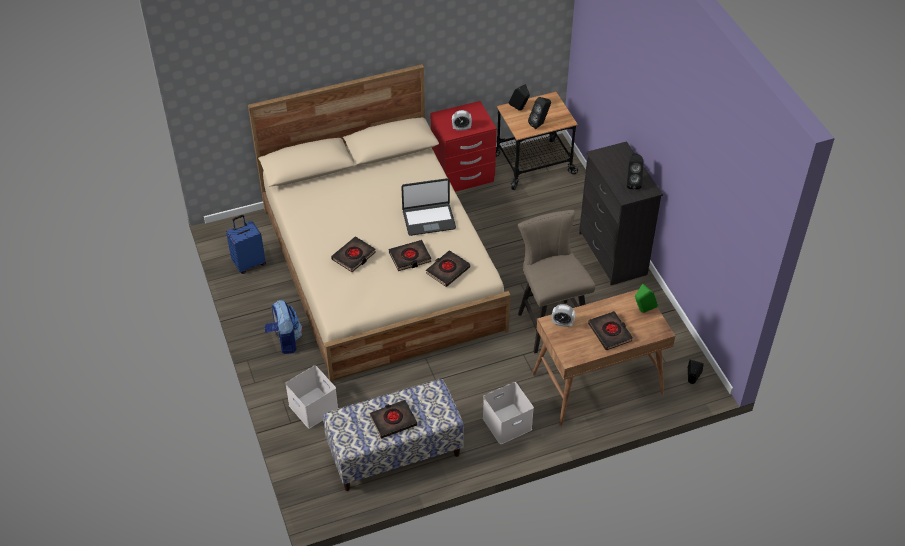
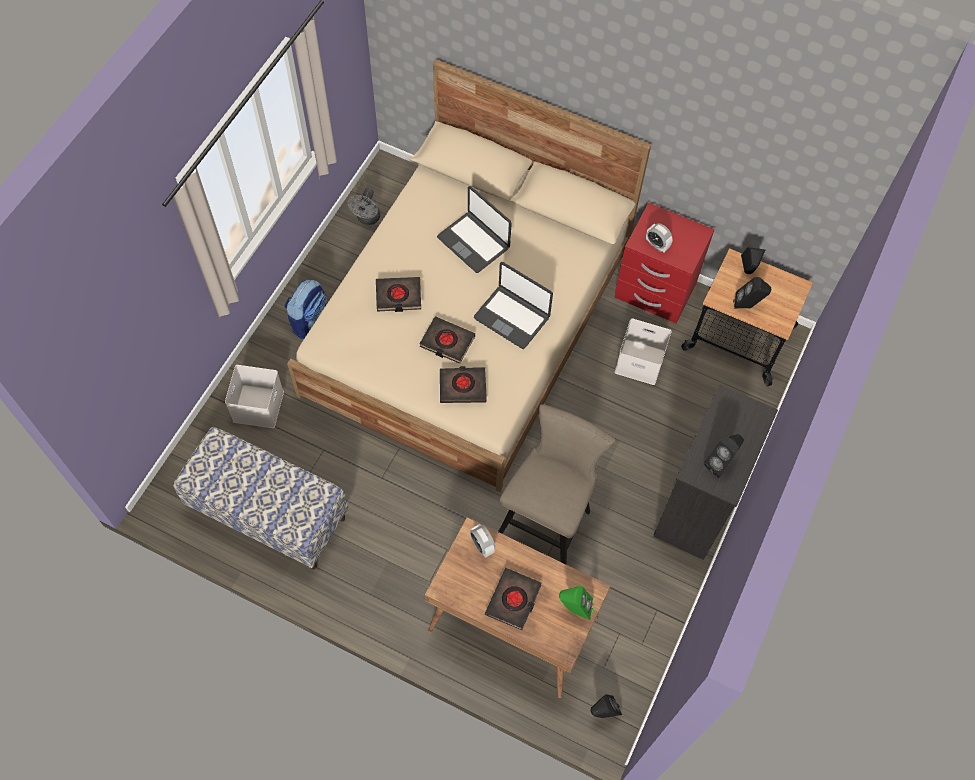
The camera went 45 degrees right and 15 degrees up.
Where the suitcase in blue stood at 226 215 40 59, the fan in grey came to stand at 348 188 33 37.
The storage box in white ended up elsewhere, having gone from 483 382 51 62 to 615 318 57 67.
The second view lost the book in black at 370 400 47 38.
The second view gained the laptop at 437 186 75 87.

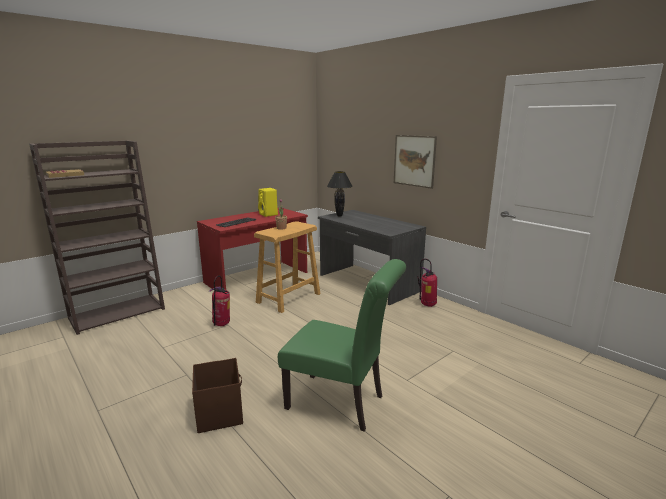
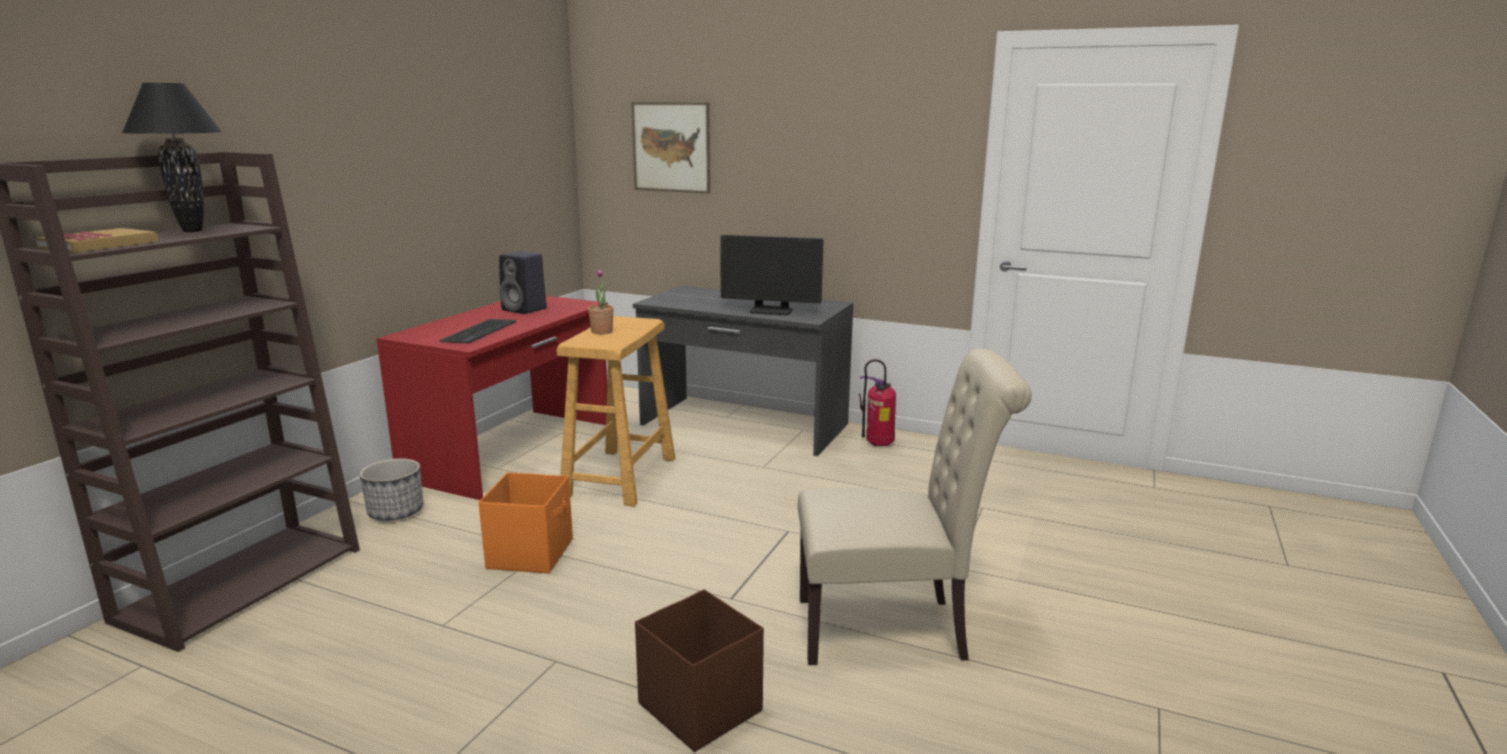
The camera went 25 degrees left and 0 degrees up.
The picture ended up elsewhere, having gone from 394 135 43 54 to 631 102 79 91.
The table lamp in black ended up elsewhere, having gone from 327 171 26 45 to 122 83 100 149.
What was the speaker in yellow at 258 188 20 29 turned into the speaker in black at 499 251 48 63.
What was the chair in green at 278 259 128 173 turned into the chair in beige at 798 348 234 317.
Where the fire extinguisher stood at 209 276 21 50, the storage box in orange came to stand at 479 472 94 101.
The second view gained the monitor at 720 235 104 80.
The second view gained the planter at 360 459 63 62.

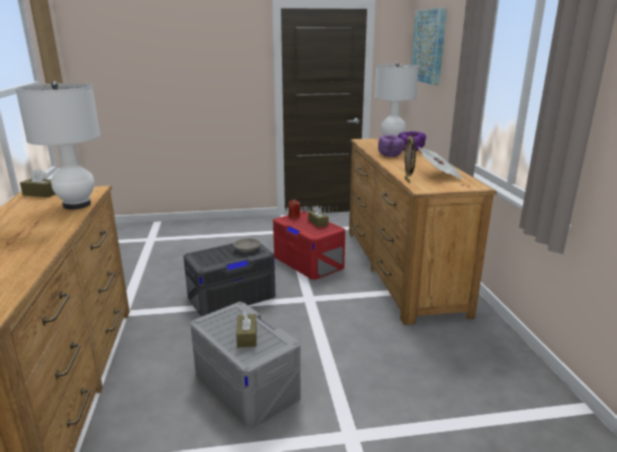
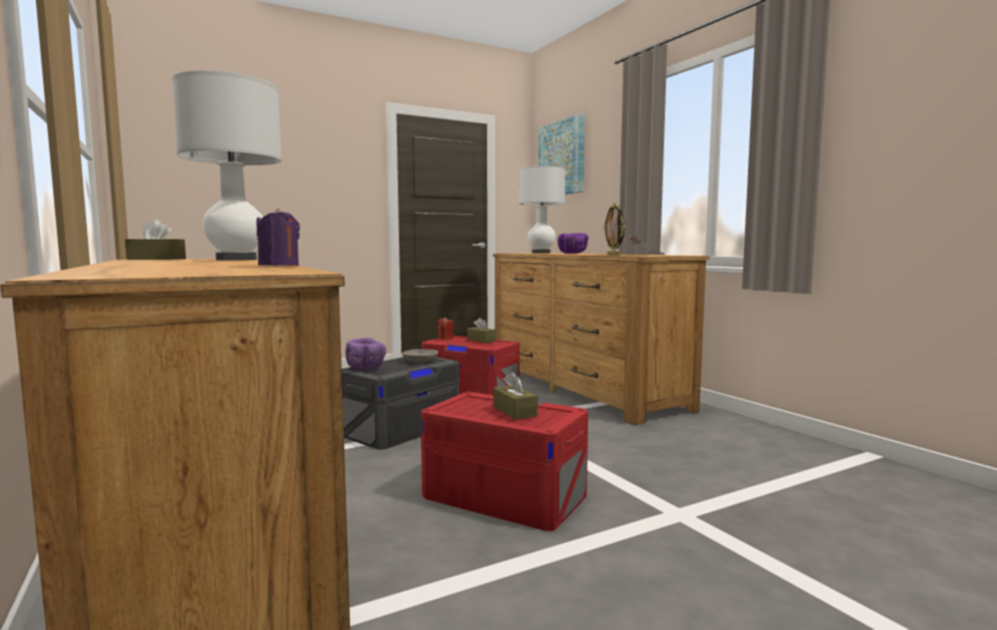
The camera went 20 degrees left and 15 degrees down.
The bowl in purple ended up elsewhere, having gone from 378 135 27 22 to 345 338 41 32.
What was the storage box in grey at 190 302 111 127 turned into the storage box in red at 421 392 167 139.
The second view gained the candle in purple at 256 208 44 58.

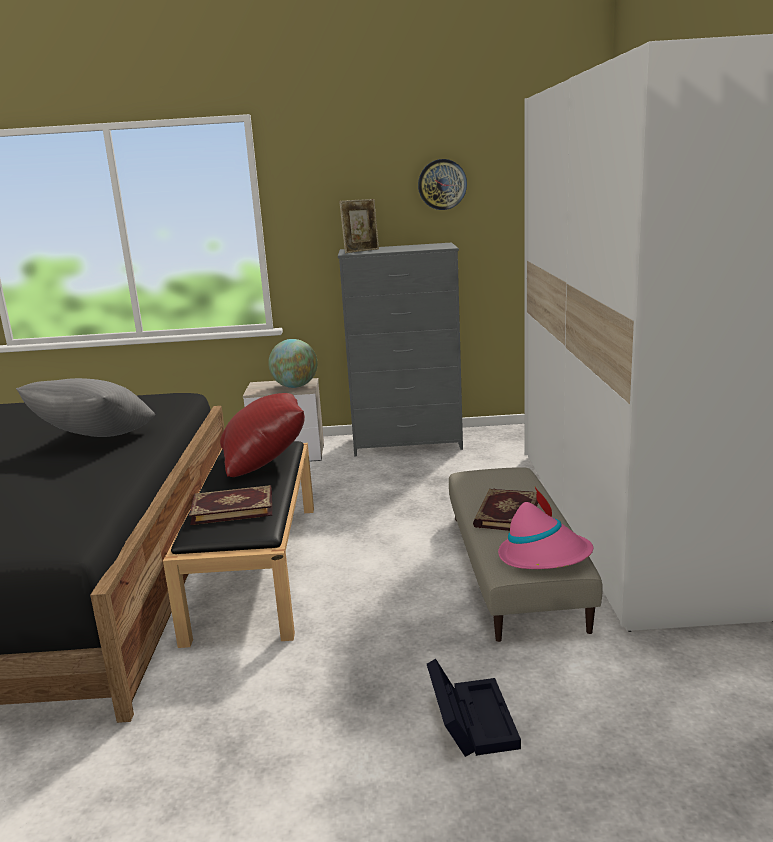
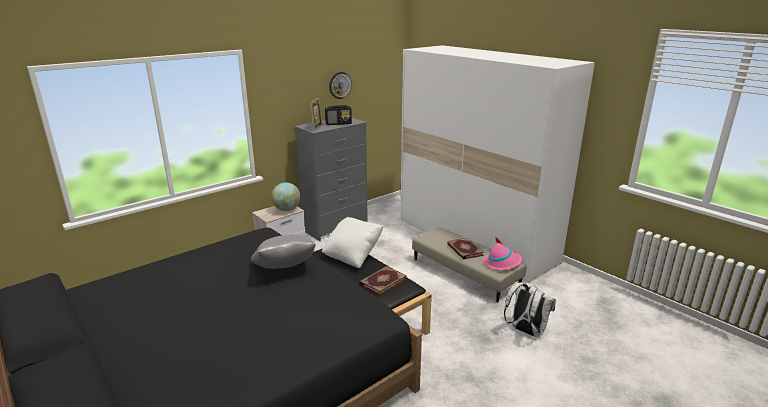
The camera went 40 degrees left and 5 degrees up.
What was the pillow in red at 220 393 85 84 turned into the pillow in white at 322 217 62 51.
Where the storage box in black stood at 427 659 94 98, the backpack in white came to stand at 504 283 52 54.
The second view gained the radio at 325 105 27 20.

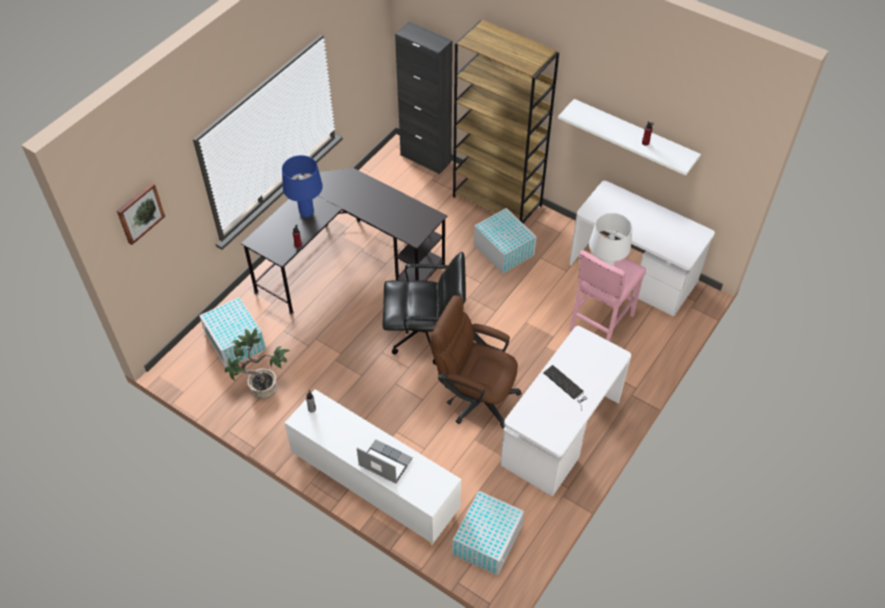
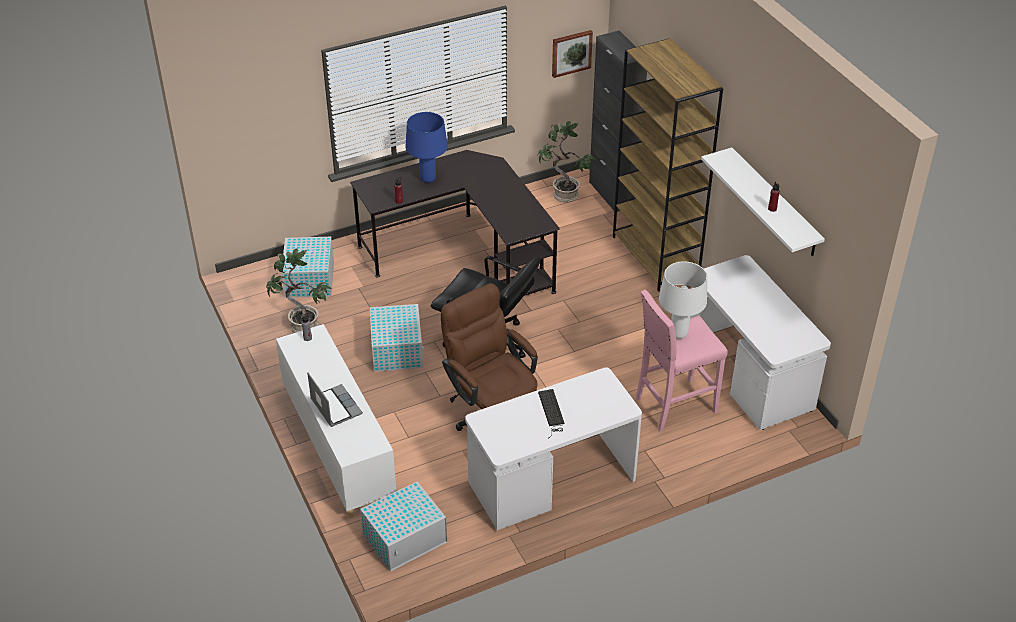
The camera went 30 degrees right and 10 degrees down.
The picture ended up elsewhere, having gone from 117 182 48 63 to 552 30 41 48.
The storage box in white ended up elsewhere, having gone from 473 208 64 65 to 370 304 54 68.
The second view gained the potted plant at 538 121 59 81.

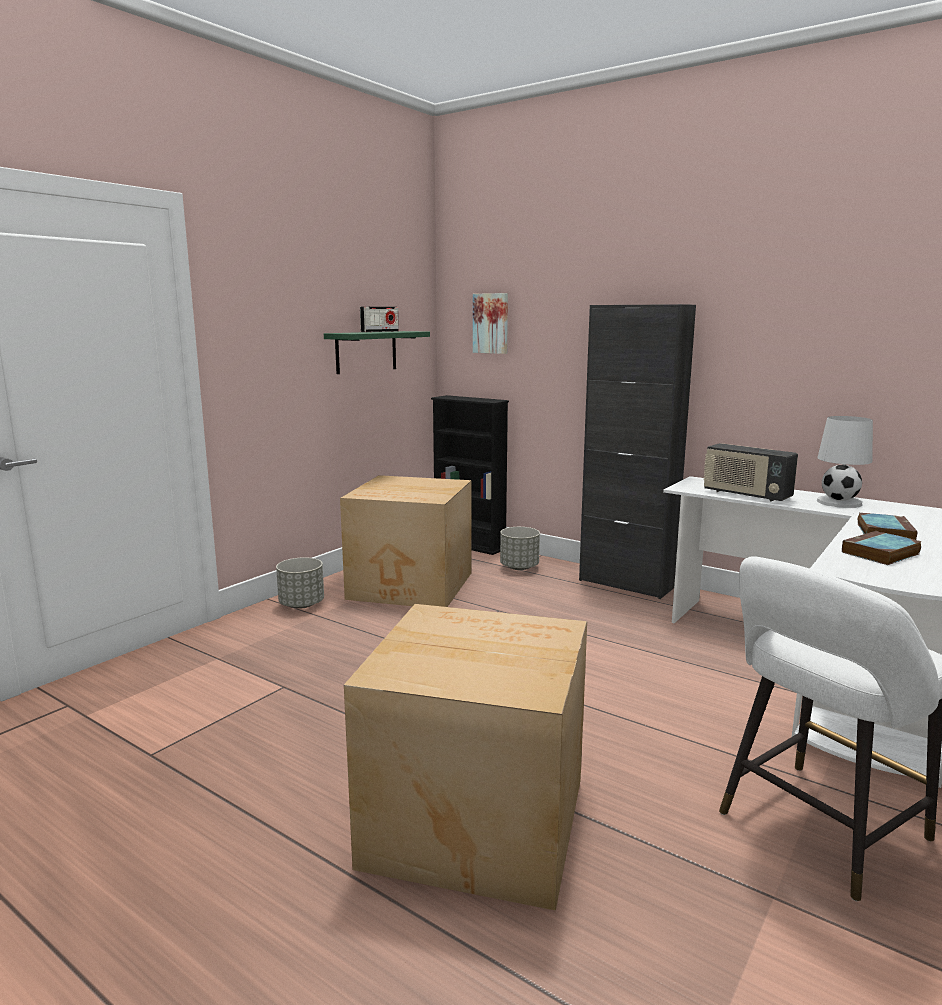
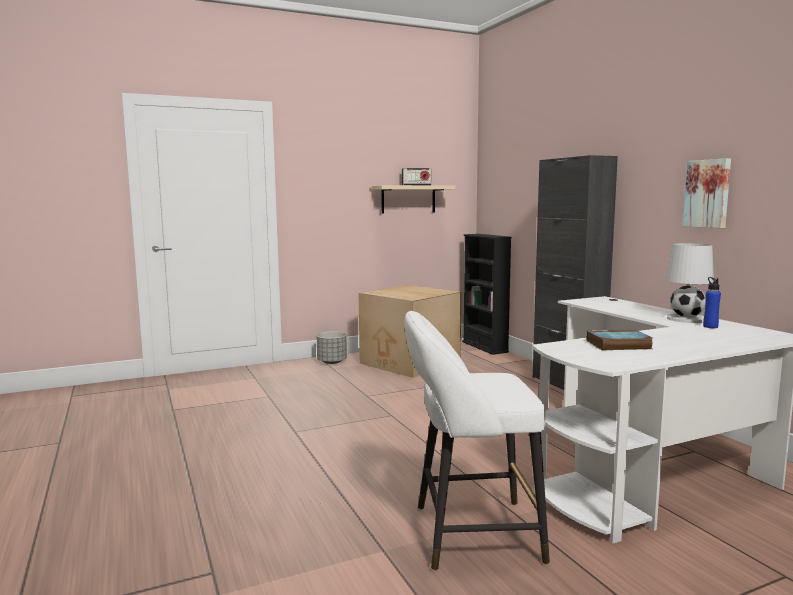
The camera went 30 degrees right and 5 degrees down.
The picture ended up elsewhere, having gone from 473 293 35 61 to 683 158 48 70.
What was the shelf in green at 324 331 106 43 turned into the shelf in beige at 372 185 83 28.
The second view lost the radio at 703 443 95 59.
The second view lost the book at 858 513 59 27.
The second view lost the planter in grey at 500 527 40 43.
The second view lost the cardboard box at 344 604 243 307.
The second view gained the bottle in blue at 703 277 18 51.

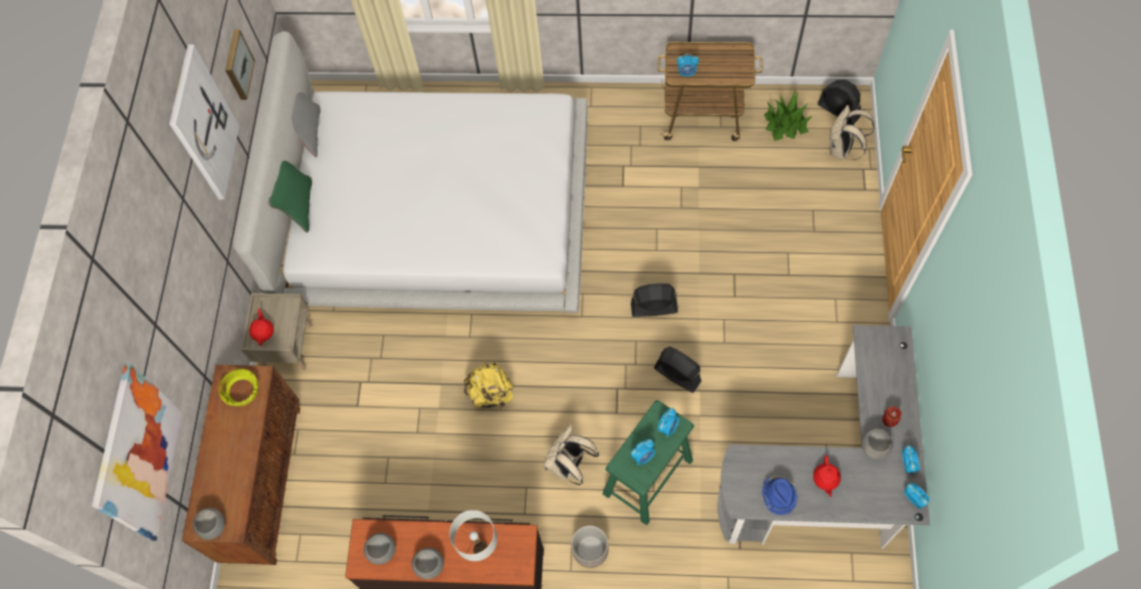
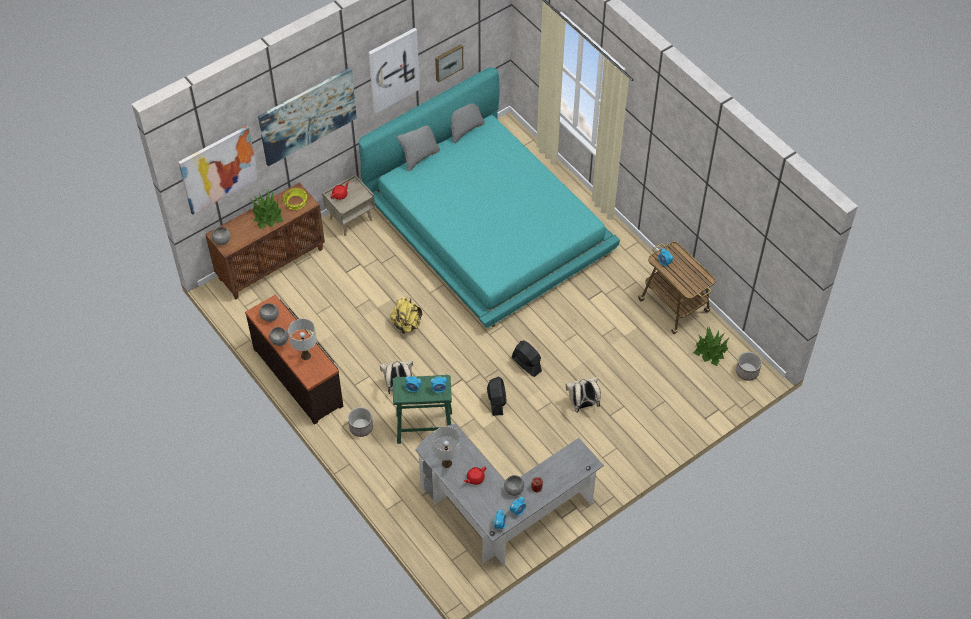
The camera went 45 degrees right and 10 degrees down.
What was the bed in white at 233 31 355 282 turned into the bed in turquoise at 359 67 261 261.
Where the fan in black stood at 817 80 44 45, the planter came to stand at 736 352 26 29.
The backpack in beige ended up elsewhere, having gone from 829 105 46 55 to 566 377 35 36.
What was the pillow in green at 268 161 44 72 turned into the pillow in grey at 397 126 43 45.
Where the hat in blue stood at 762 475 36 40, the table lamp in white came to stand at 432 426 28 42.
The second view gained the picture at 258 68 99 98.
The second view gained the potted plant at 251 190 33 39.

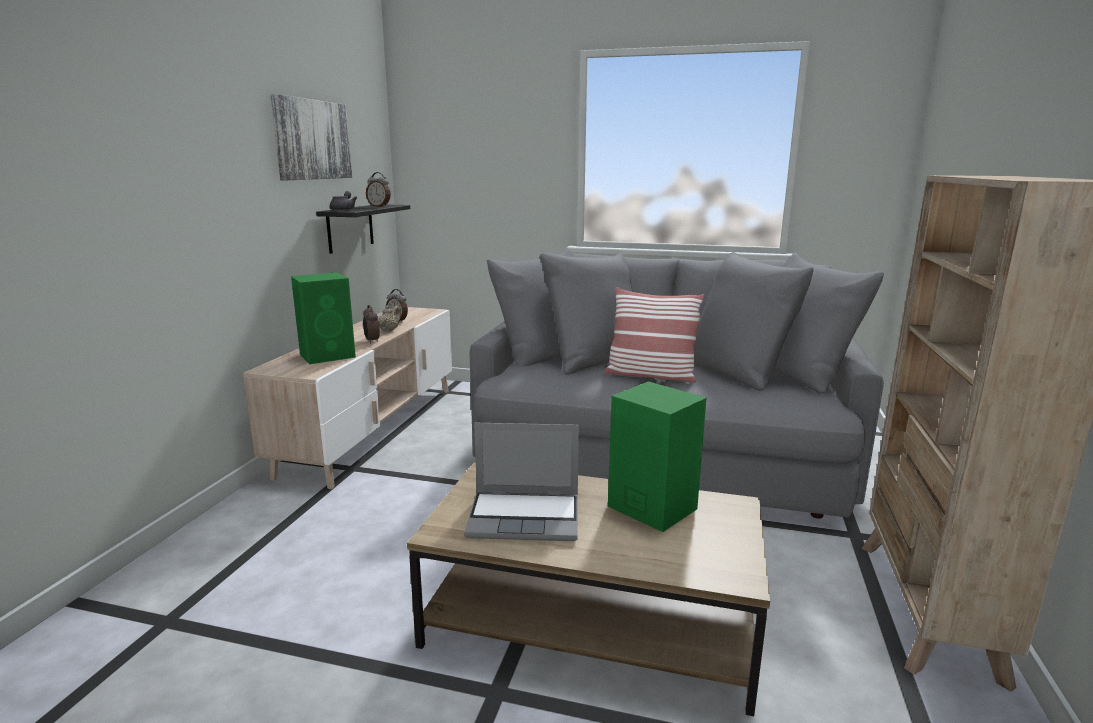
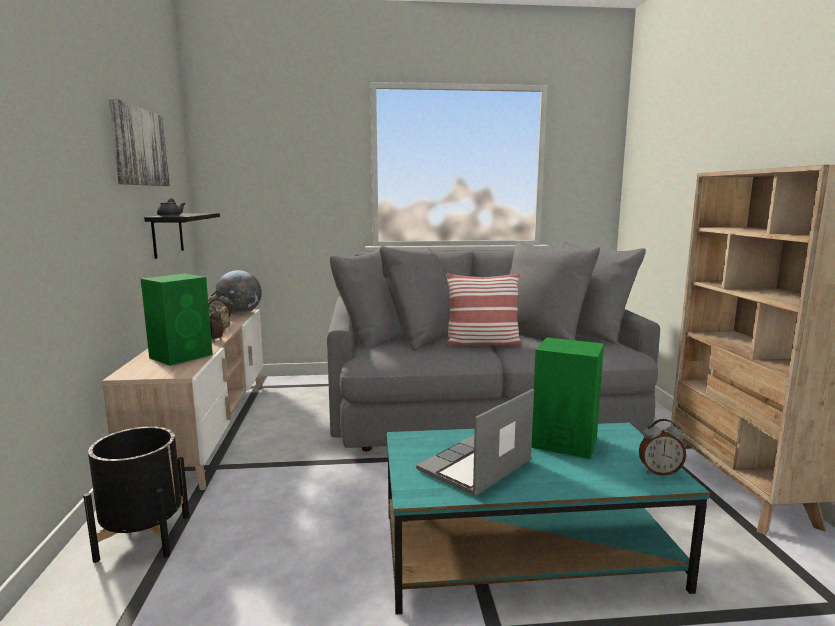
The camera went 20 degrees left and 5 degrees down.
The alarm clock ended up elsewhere, having gone from 366 172 25 35 to 639 419 47 57.
The laptop at 464 423 115 118 ended up facing another way, 150 degrees clockwise from before.
What was the coffee table in brown at 407 462 363 254 turned into the coffee table in turquoise at 387 423 323 192.
The second view gained the globe at 215 270 47 45.
The second view gained the planter in black at 83 426 106 137.

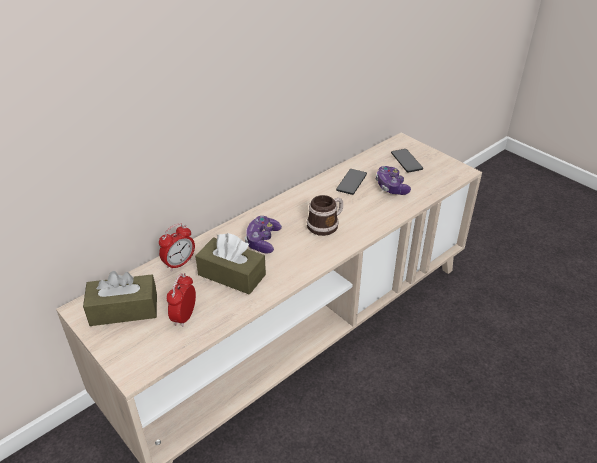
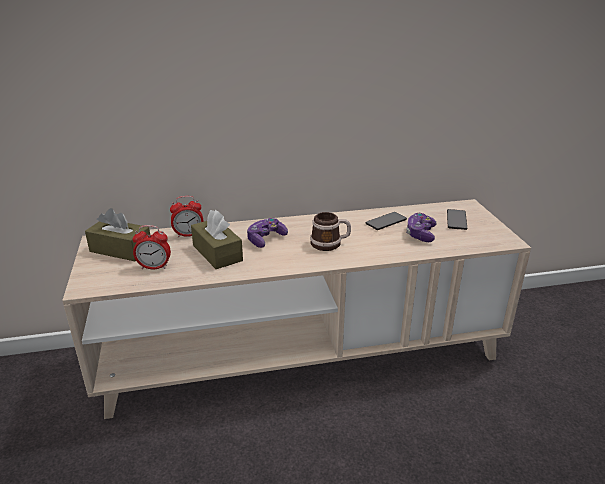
The camera went 30 degrees right and 10 degrees down.
The alarm clock at 166 273 30 54 ended up facing another way, 135 degrees counterclockwise from before.

